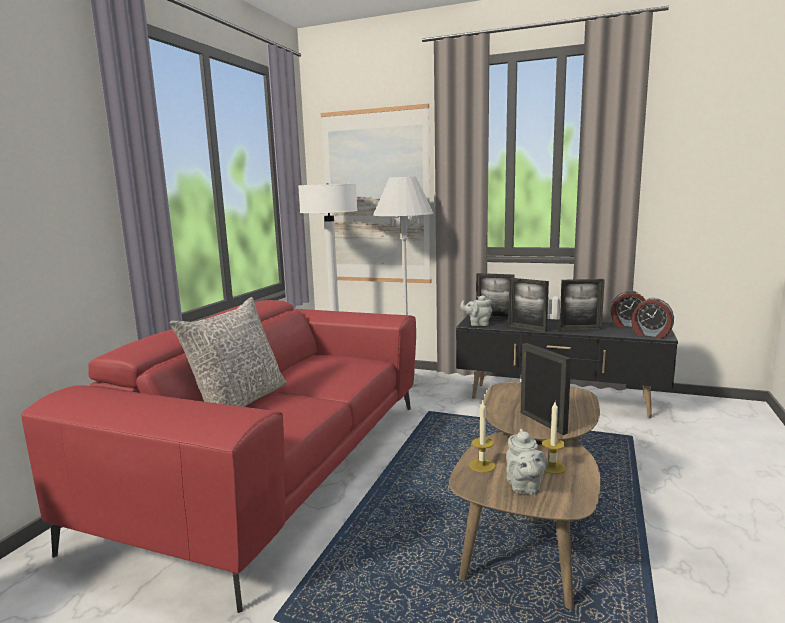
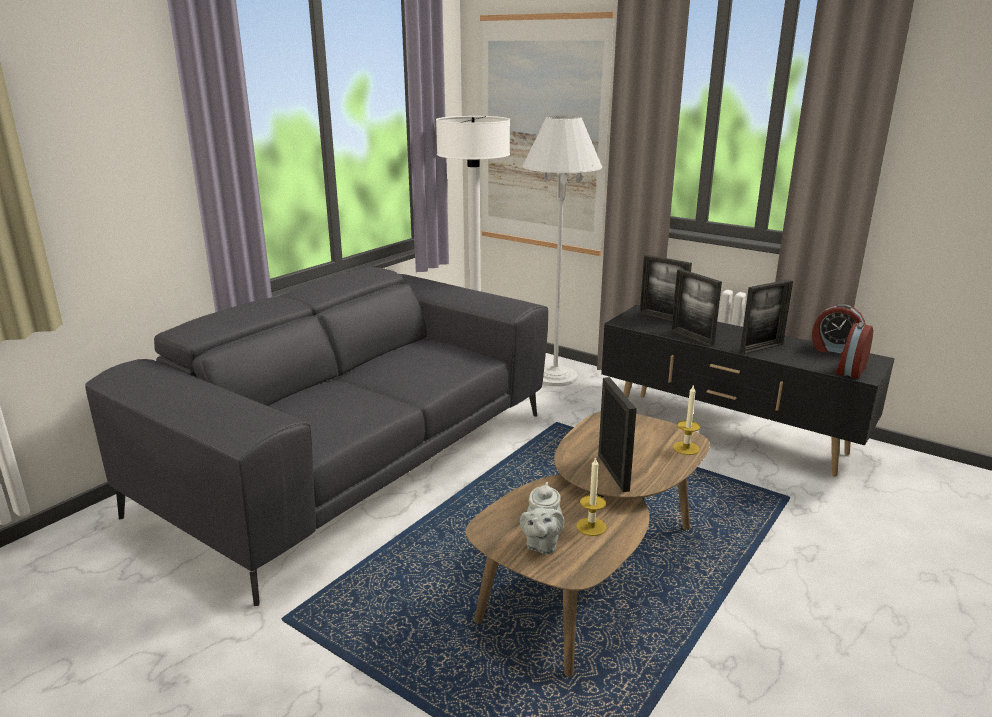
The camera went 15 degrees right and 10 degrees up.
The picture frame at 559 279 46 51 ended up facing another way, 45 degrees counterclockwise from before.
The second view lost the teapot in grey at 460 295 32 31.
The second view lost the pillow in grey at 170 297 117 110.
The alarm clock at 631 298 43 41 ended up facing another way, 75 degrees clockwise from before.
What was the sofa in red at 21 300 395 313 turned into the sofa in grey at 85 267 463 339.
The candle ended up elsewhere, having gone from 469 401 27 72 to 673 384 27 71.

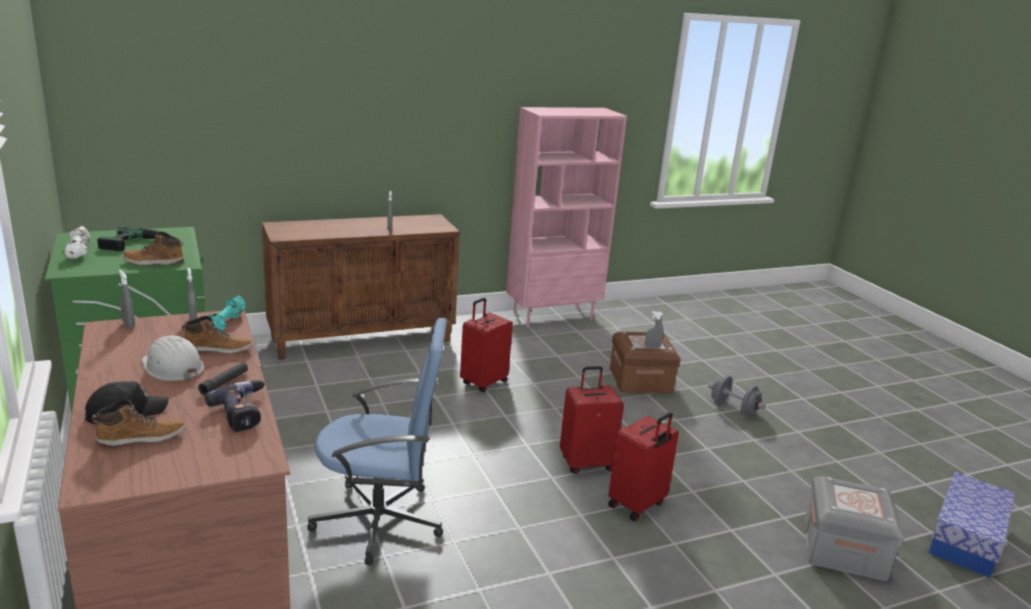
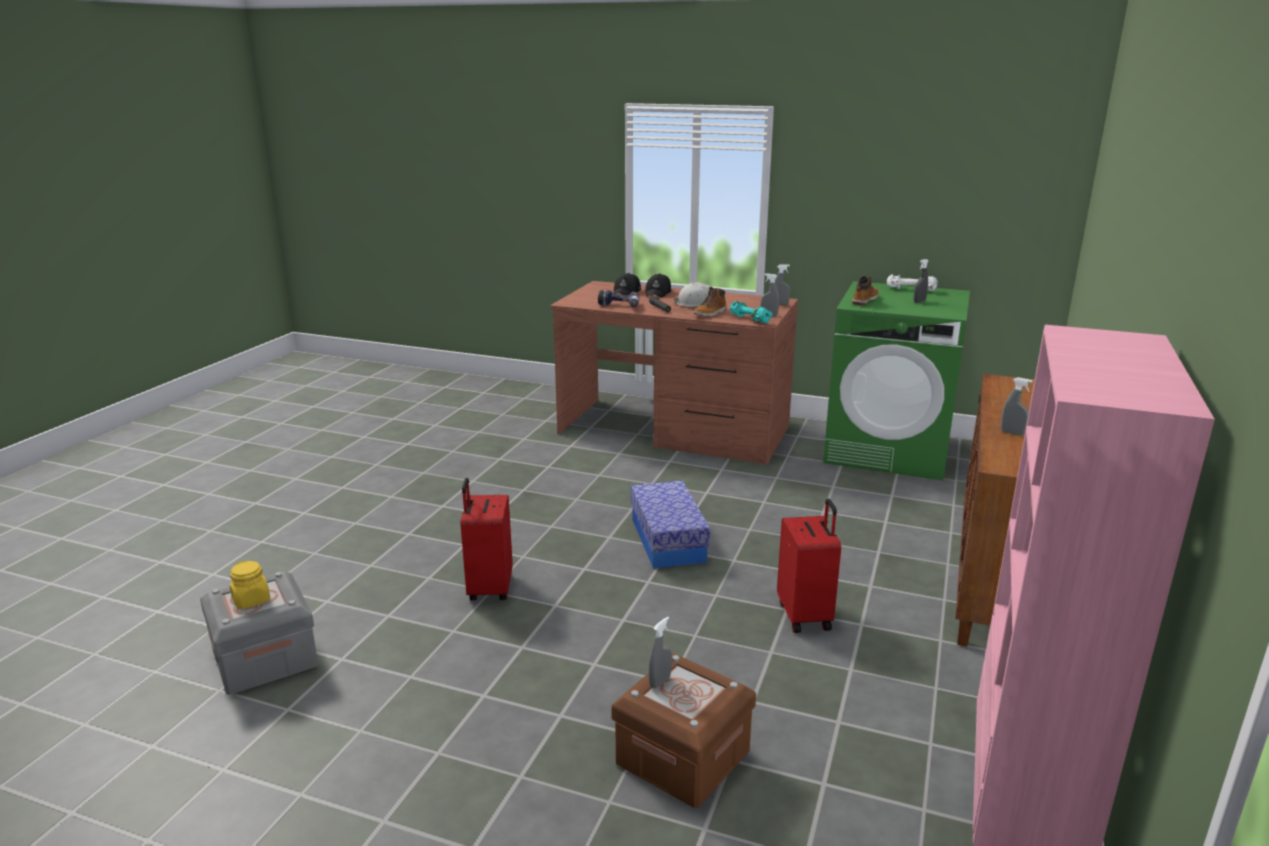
The camera went 135 degrees right and 0 degrees up.
Where the power drill stood at 97 227 62 24, the spray bottle in grey came to stand at 914 259 14 44.
The second view lost the office chair in blue at 307 318 140 247.
The second view lost the suitcase in red at 560 366 64 108.
The second view lost the dumbbell in grey at 708 375 58 42.
Where the boot stood at 92 400 94 47, the cap in black came to stand at 613 273 28 22.
The storage box ended up elsewhere, having gone from 928 472 87 106 to 631 481 79 88.
The second view gained the jar in yellow at 230 560 40 49.

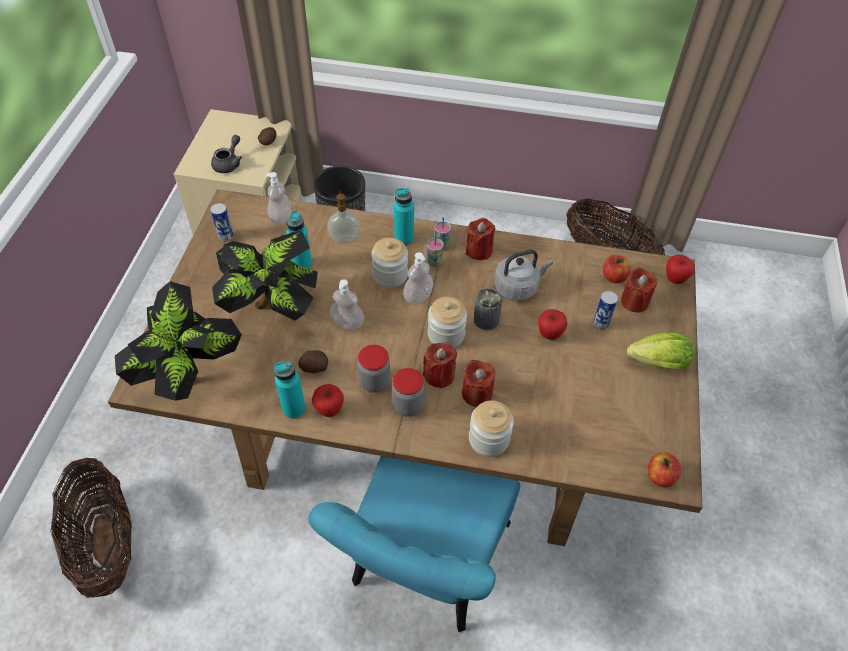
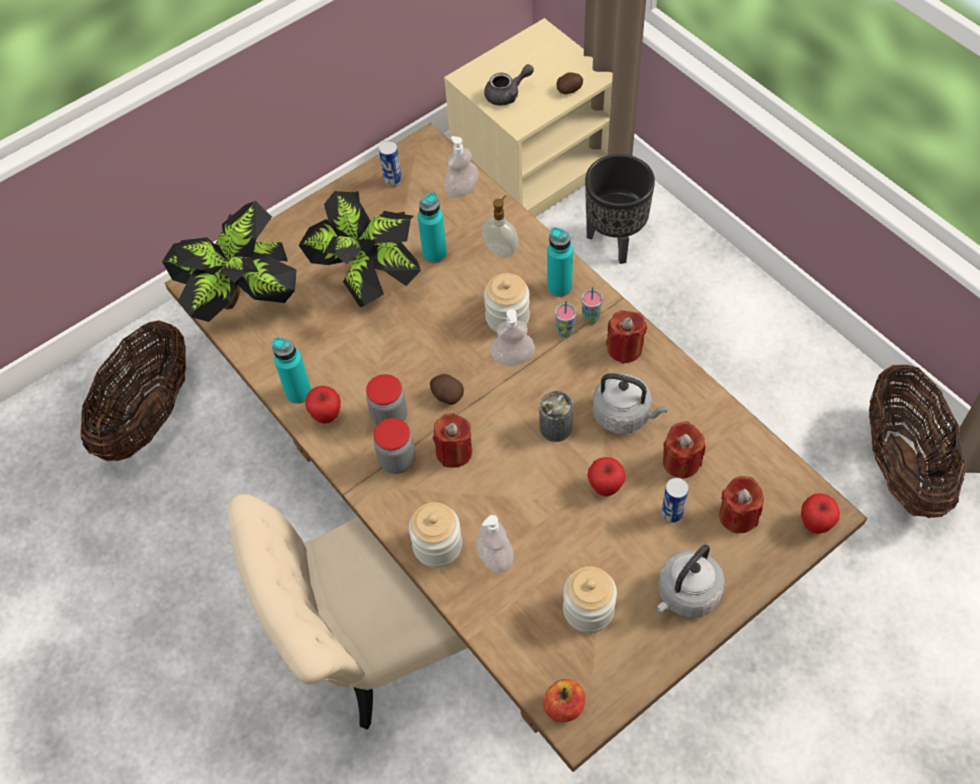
The camera went 45 degrees right and 5 degrees up.
The second view lost the apple at 603 255 28 28.
The soap dispenser ended up elsewhere, having gone from 330 279 35 51 to 476 515 37 58.
The jar ended up elsewhere, having gone from 428 297 39 51 to 563 566 54 67.
Where the lettuce stood at 627 332 68 37, the kettle in grey came to stand at 656 545 69 73.
The potato ended up elsewhere, having gone from 298 350 30 23 to 430 374 34 31.
The candle in red ended up elsewhere, having gone from 462 360 33 47 to 663 421 43 57.
What was the chair in turquoise at 308 456 213 176 turned into the chair in beige at 228 494 240 236.

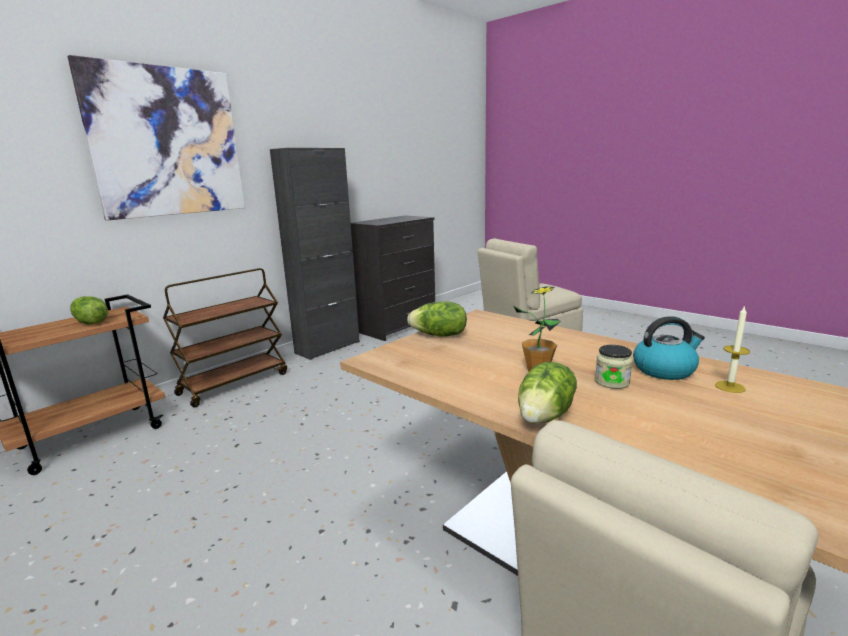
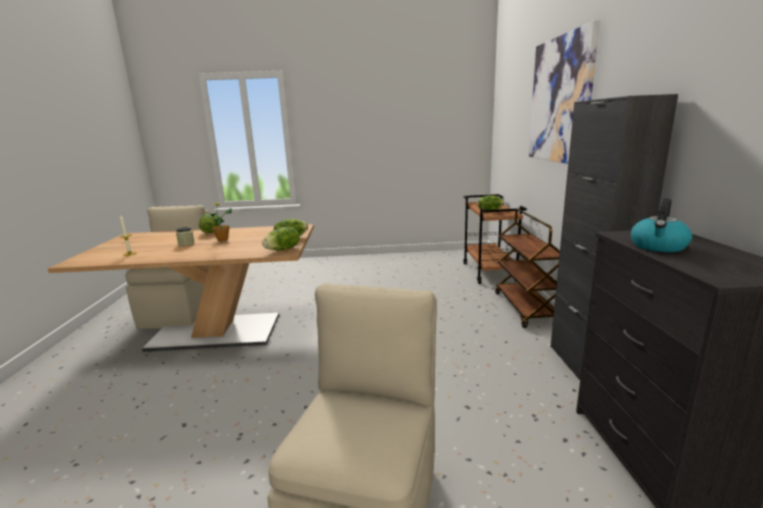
The camera went 135 degrees right and 0 degrees up.
The kettle ended up elsewhere, having gone from 633 316 72 64 to 631 198 61 54.
The second view gained the lettuce at 262 227 38 23.

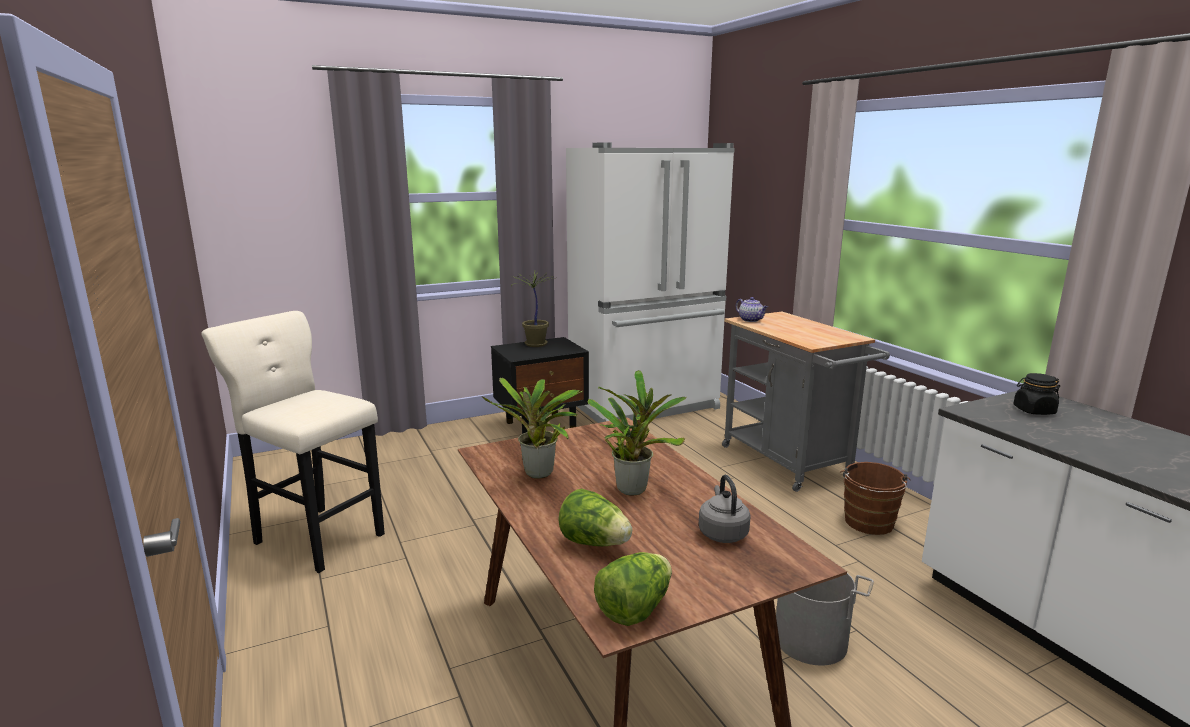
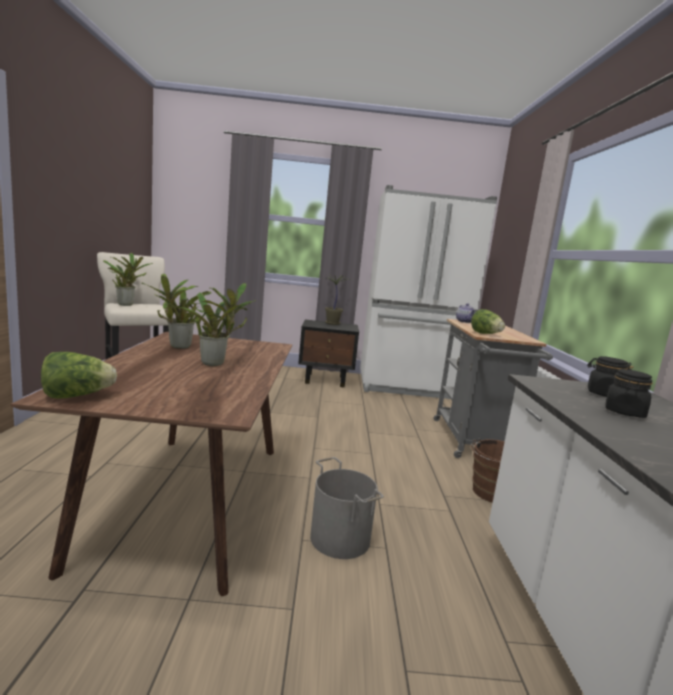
The camera went 25 degrees right and 5 degrees down.
The second view lost the kettle in grey at 699 475 52 68.
The lettuce ended up elsewhere, having gone from 558 489 74 57 to 471 309 34 25.
The second view gained the potted plant at 103 253 50 53.
The second view gained the jar in black at 606 369 47 49.

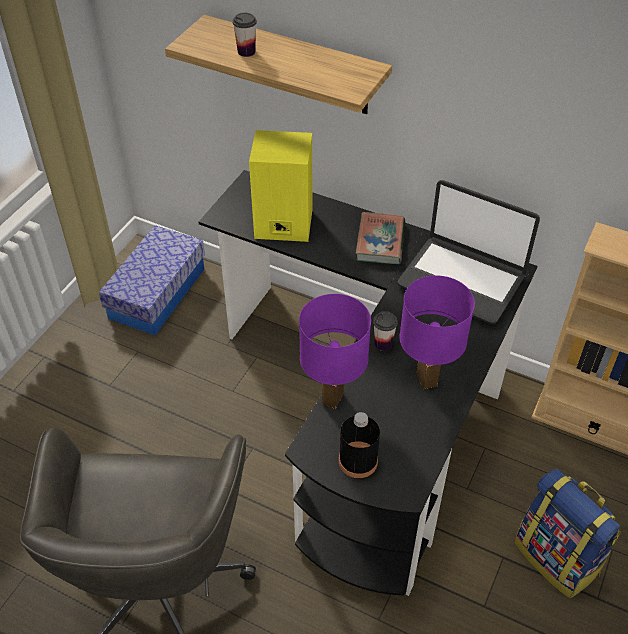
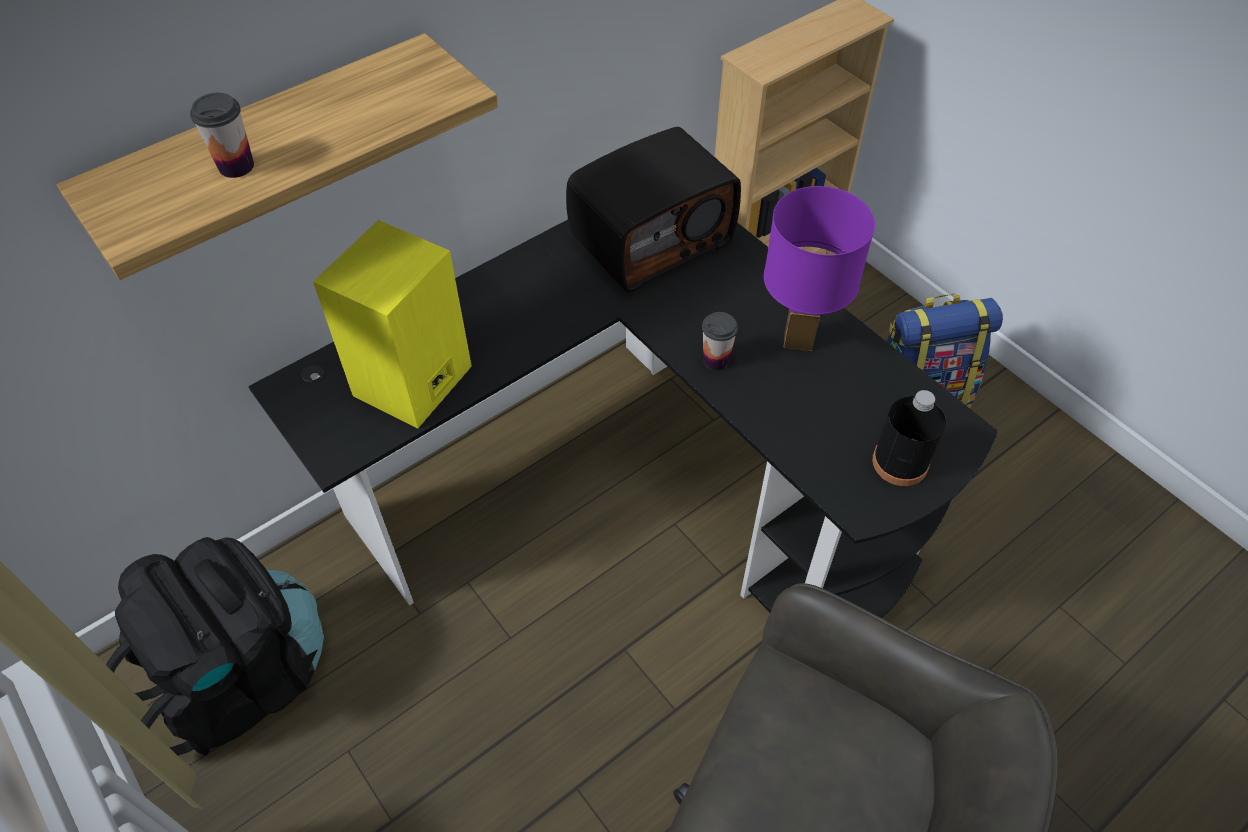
The camera went 65 degrees left and 5 degrees up.
Where the laptop stood at 398 180 142 144, the radio came to stand at 566 127 175 165.
The second view lost the book at 356 212 49 52.
Where the storage box stood at 99 225 106 110, the backpack in black came to stand at 106 537 218 219.
The second view lost the table lamp in purple at 299 294 72 115.

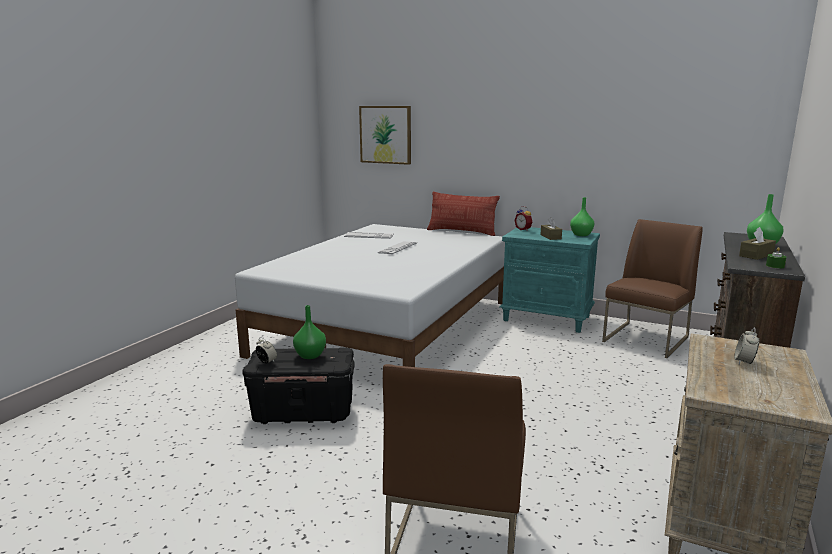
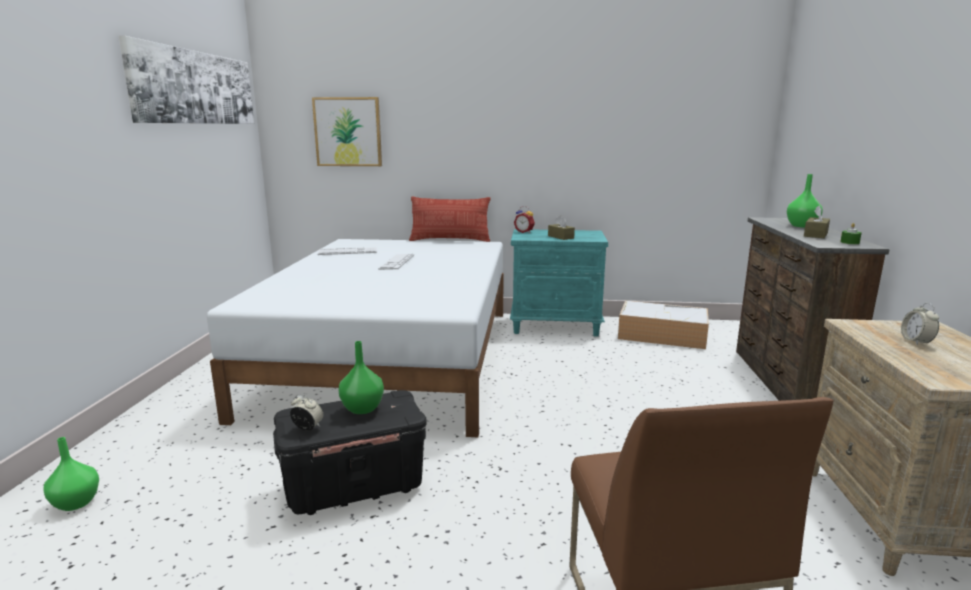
The camera went 20 degrees left and 0 degrees up.
The vase in green ended up elsewhere, having gone from 570 197 24 39 to 43 437 56 74.
Where the chair in brown stood at 602 219 101 139, the storage box came to stand at 618 301 91 48.
The second view gained the picture at 118 36 136 88.

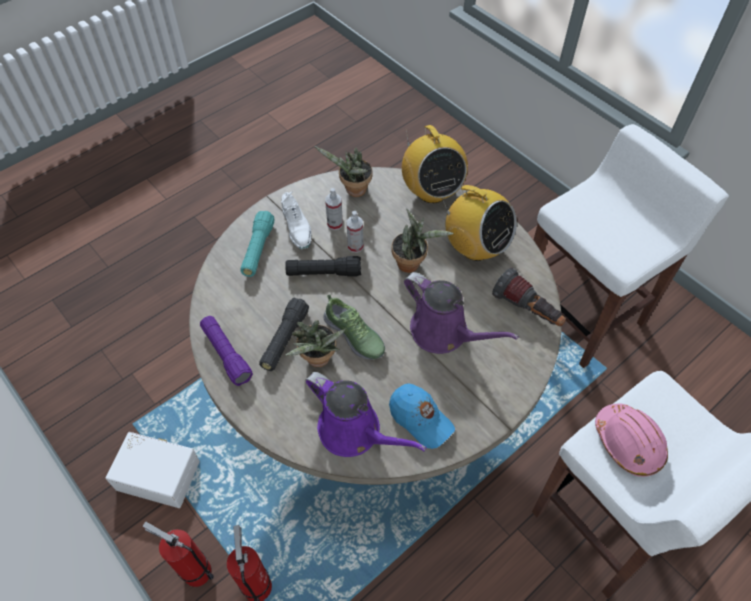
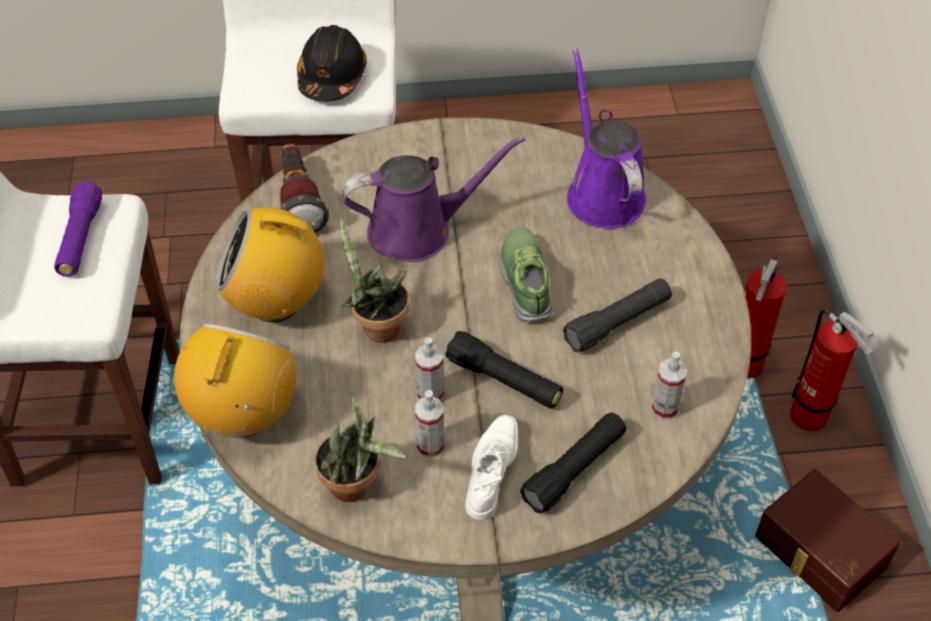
The camera went 145 degrees left and 5 degrees down.
The radio at 441 185 76 76 ended up facing another way, 75 degrees counterclockwise from before.
What was the flashlight in turquoise at 240 211 35 66 turned into the flashlight in black at 520 413 106 100.
The watering can in purple at 404 272 115 82 ended up facing another way, 90 degrees clockwise from before.
The flashlight in purple ended up elsewhere, having gone from 200 316 53 70 to 54 181 48 96.
The second view lost the potted plant at 285 320 61 47.
The second view lost the cap in blue at 389 383 66 66.
What was the hard hat in pink at 595 403 73 74 turned into the hard hat in black at 297 25 70 77.
What was the storage box in white at 106 432 94 76 turned into the storage box in brown at 755 469 146 143.
The second view gained the spray bottle at 651 352 36 67.

